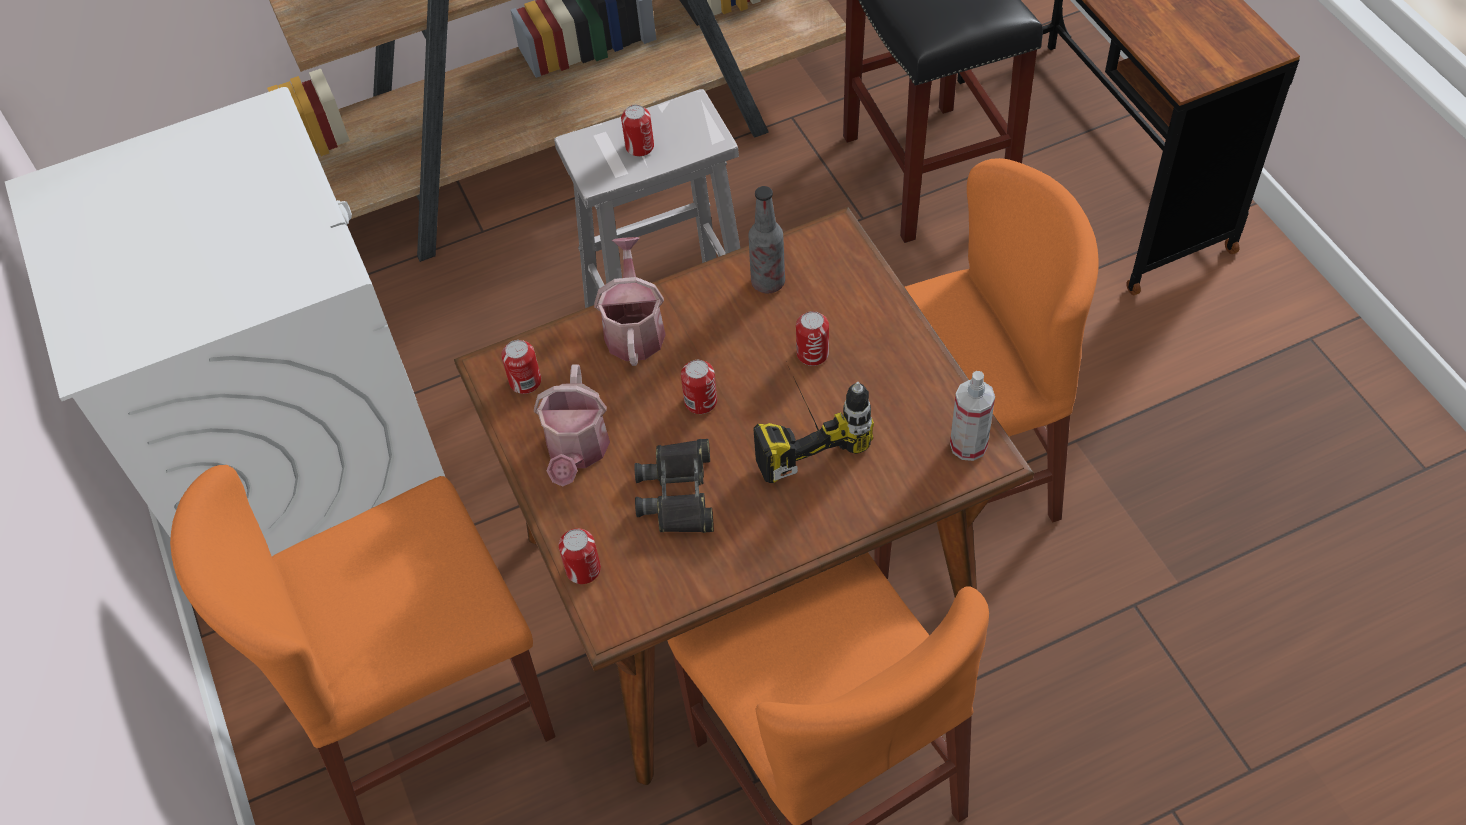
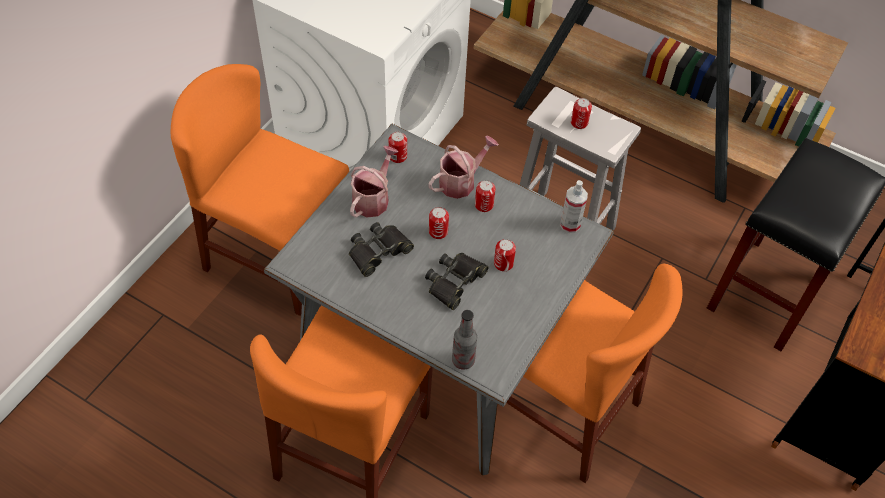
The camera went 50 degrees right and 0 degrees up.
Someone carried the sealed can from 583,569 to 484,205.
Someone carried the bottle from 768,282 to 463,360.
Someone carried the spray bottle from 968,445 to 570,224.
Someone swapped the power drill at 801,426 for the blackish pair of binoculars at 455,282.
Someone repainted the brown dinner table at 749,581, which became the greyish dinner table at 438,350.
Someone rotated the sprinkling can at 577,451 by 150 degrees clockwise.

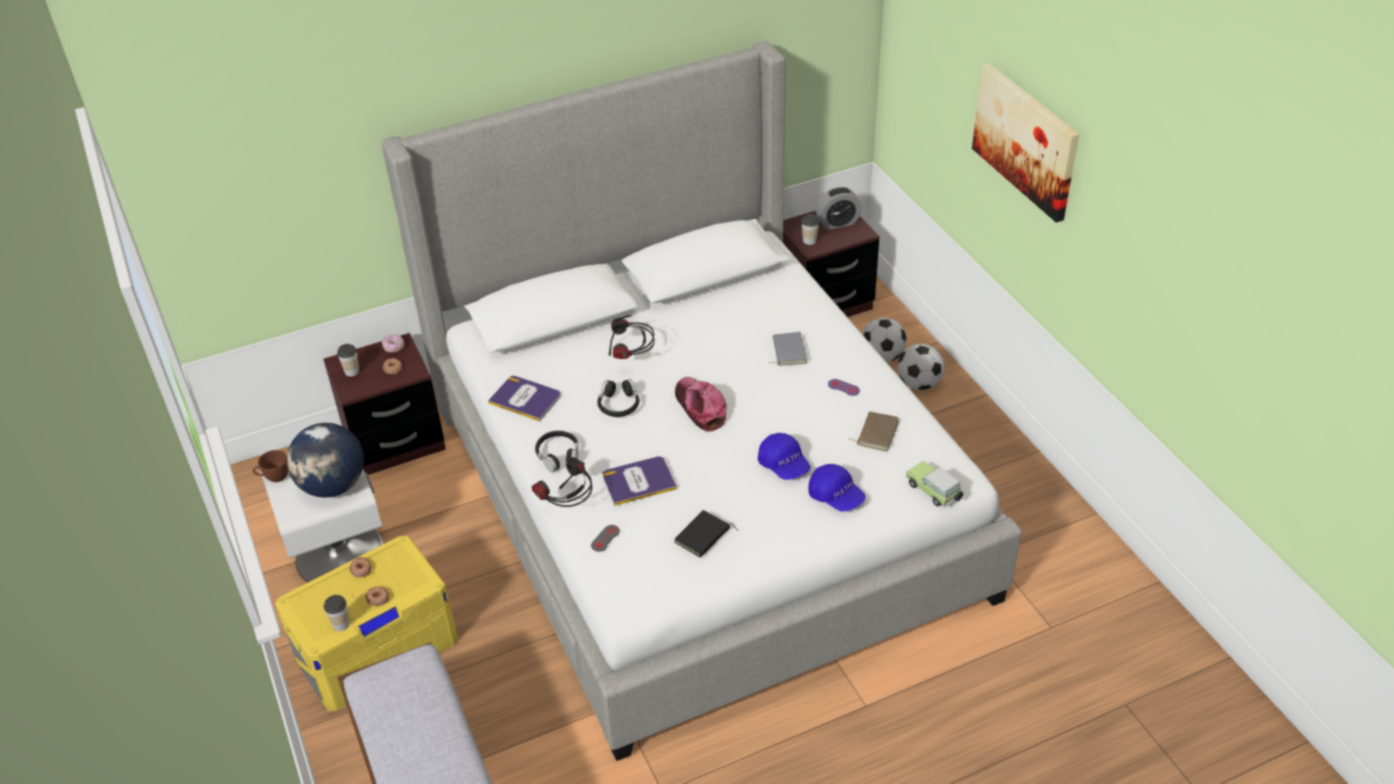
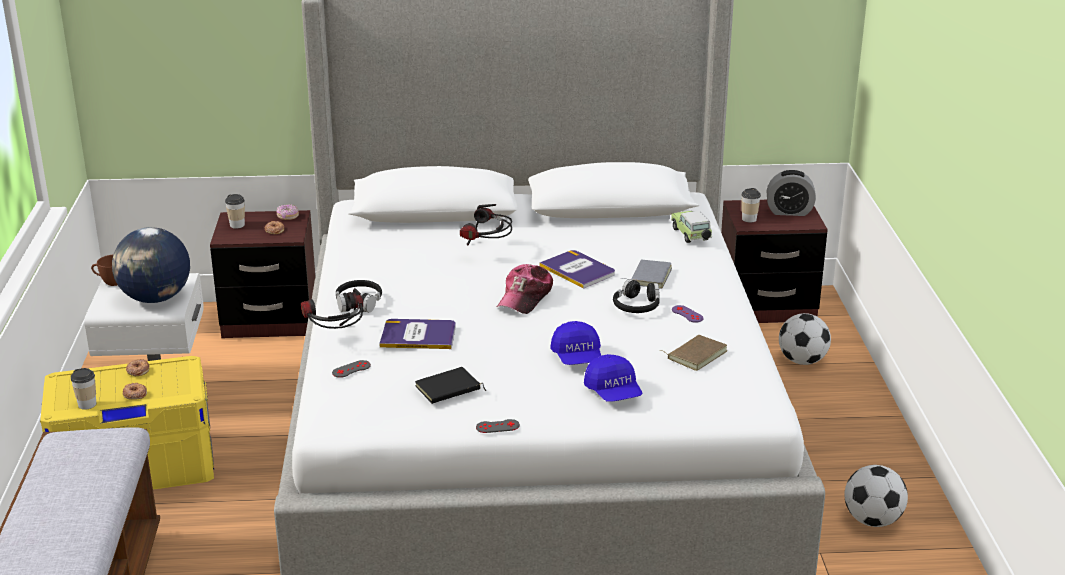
The camera went 20 degrees right and 15 degrees down.
Someone took away the wall picture at 1026,140.
Someone put down the greyish game controller at 497,426.
Someone carried the bound book from 525,399 to 578,270.
Someone carried the blackish headset from 619,404 to 636,306.
Someone carried the ball for football from 919,384 to 872,520.
Someone carried the model car from 934,492 to 691,235.
Someone rotated the cap at 700,407 by 150 degrees counterclockwise.

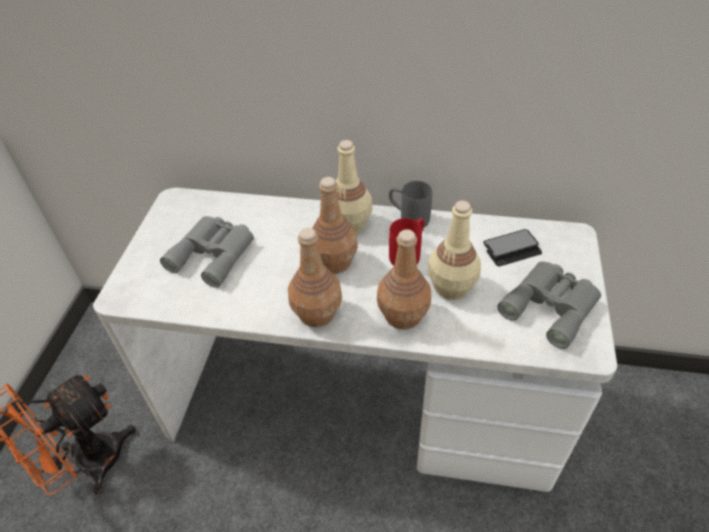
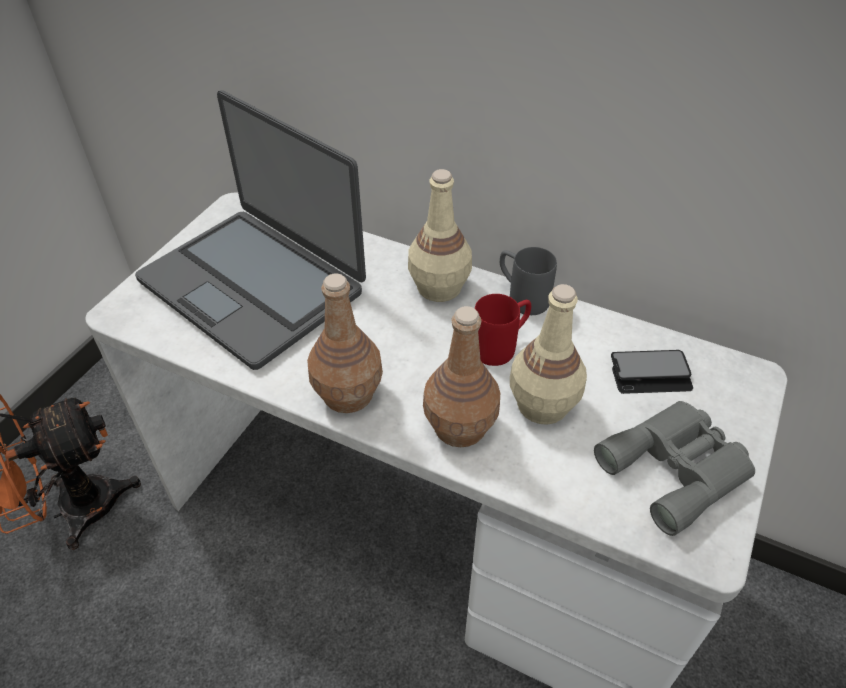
The camera went 15 degrees right and 0 degrees up.
Someone took away the brown bottle at 334,261.
Someone swapped the greyish pair of binoculars at 214,253 for the laptop at 253,285.

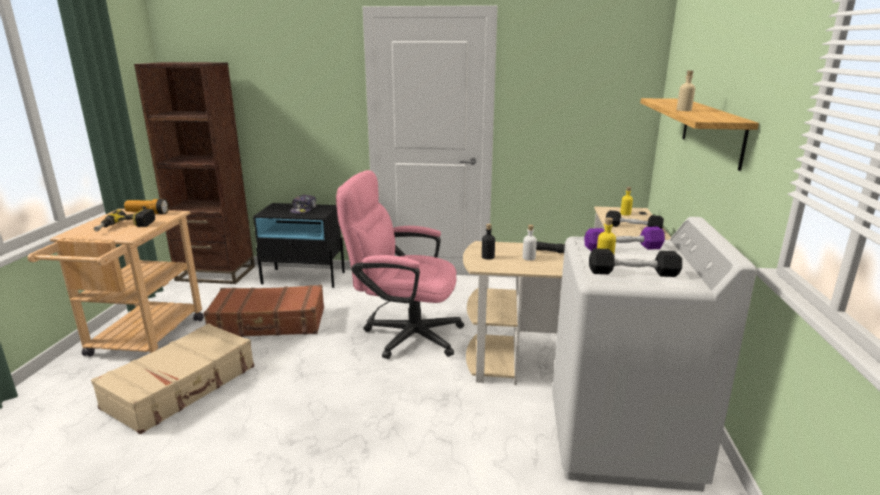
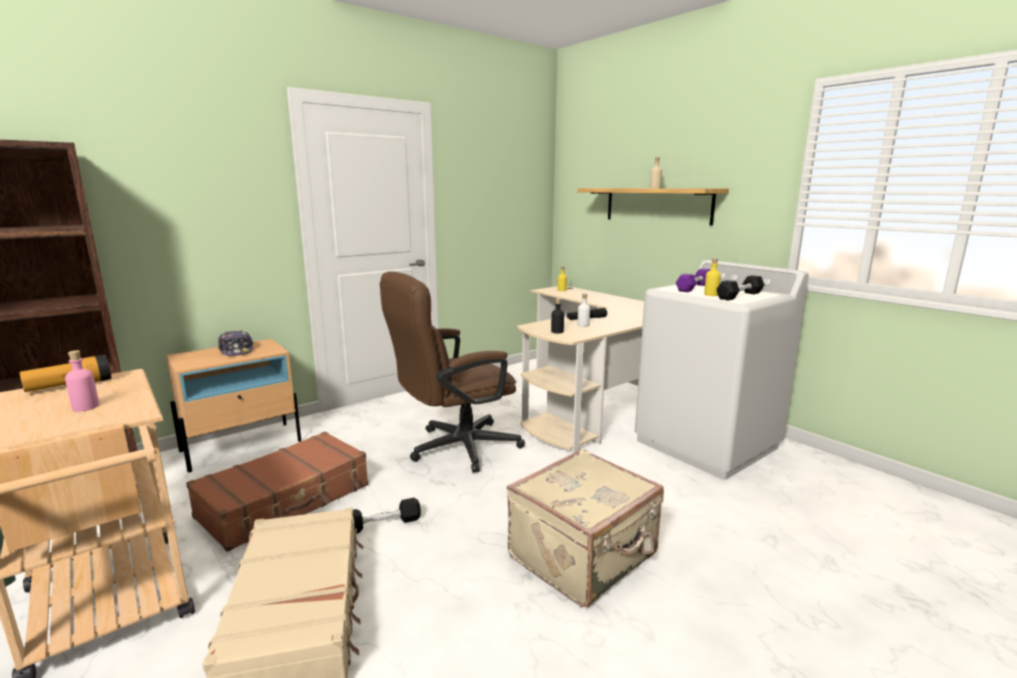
The camera went 45 degrees left and 5 degrees down.
Someone put down the beige piece of luggage at 584,557.
Someone carried the blackish free weight from 633,227 to 382,524.
Someone swapped the power drill at 126,227 for the pinkish bottle at 86,407.
Someone repainted the blackish bedside table at 304,278, which became the beige bedside table at 242,446.
Someone repainted the pinkish computer chair at 404,334, which became the brown computer chair at 454,449.

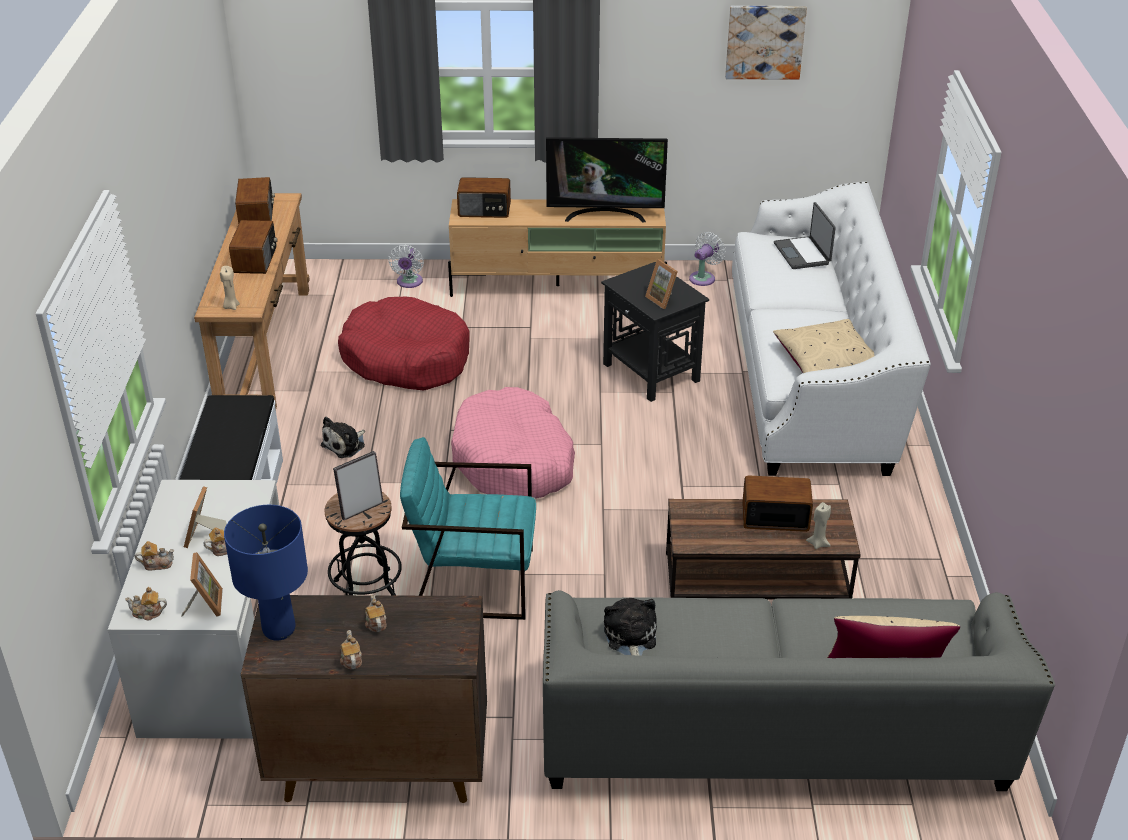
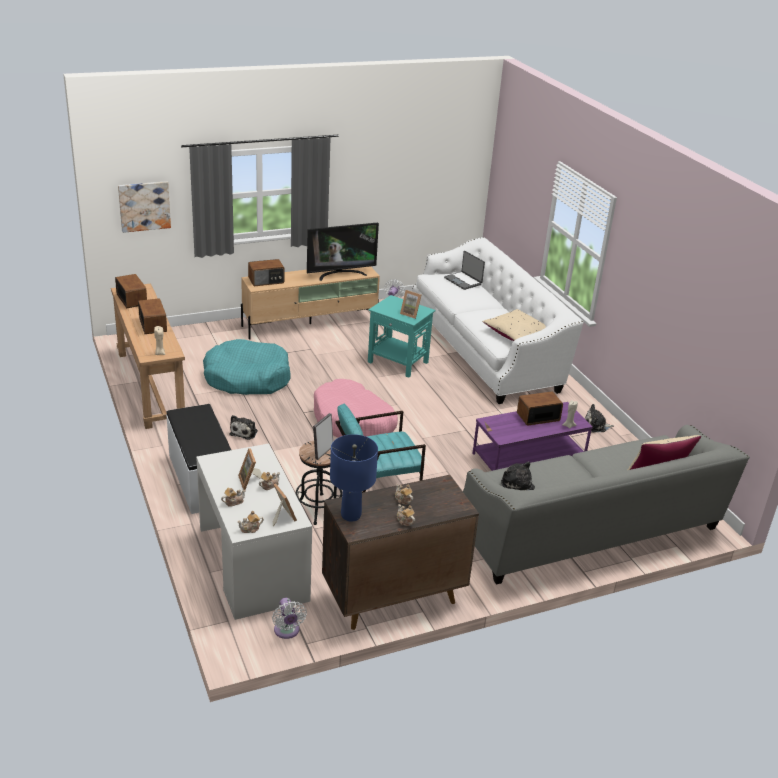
The camera went 25 degrees left and 5 degrees down.
Someone put down the soft toy at 596,426.
Someone carried the white-coloured electric fan from 409,283 to 287,631.
Someone carried the wall picture from 765,41 to 144,206.
Someone repainted the red pet bed at 406,359, which became the blue-green pet bed at 247,378.
Someone repainted the blackish accent table at 651,373, which became the blue-green accent table at 398,362.
Someone repainted the brown coffee table at 755,580, which became the purple coffee table at 528,457.

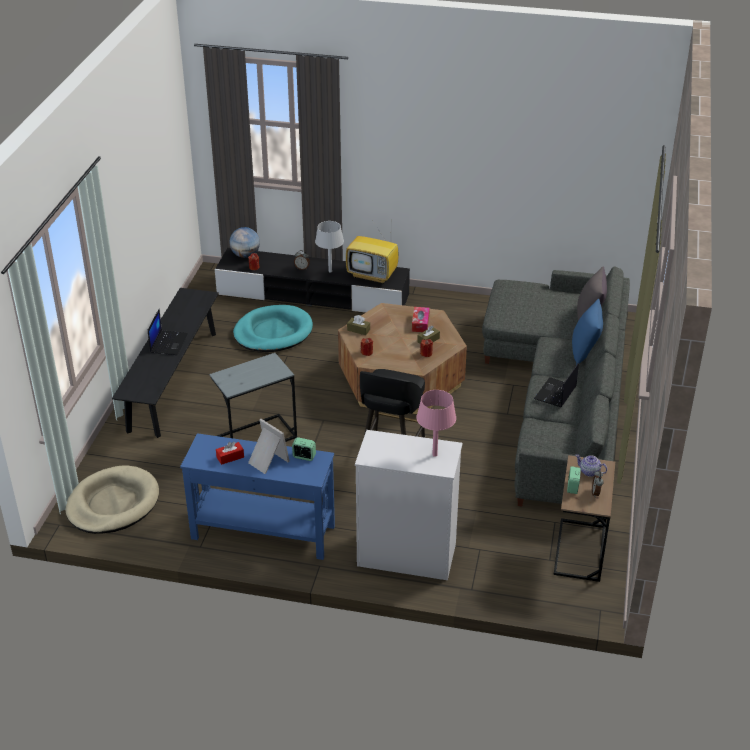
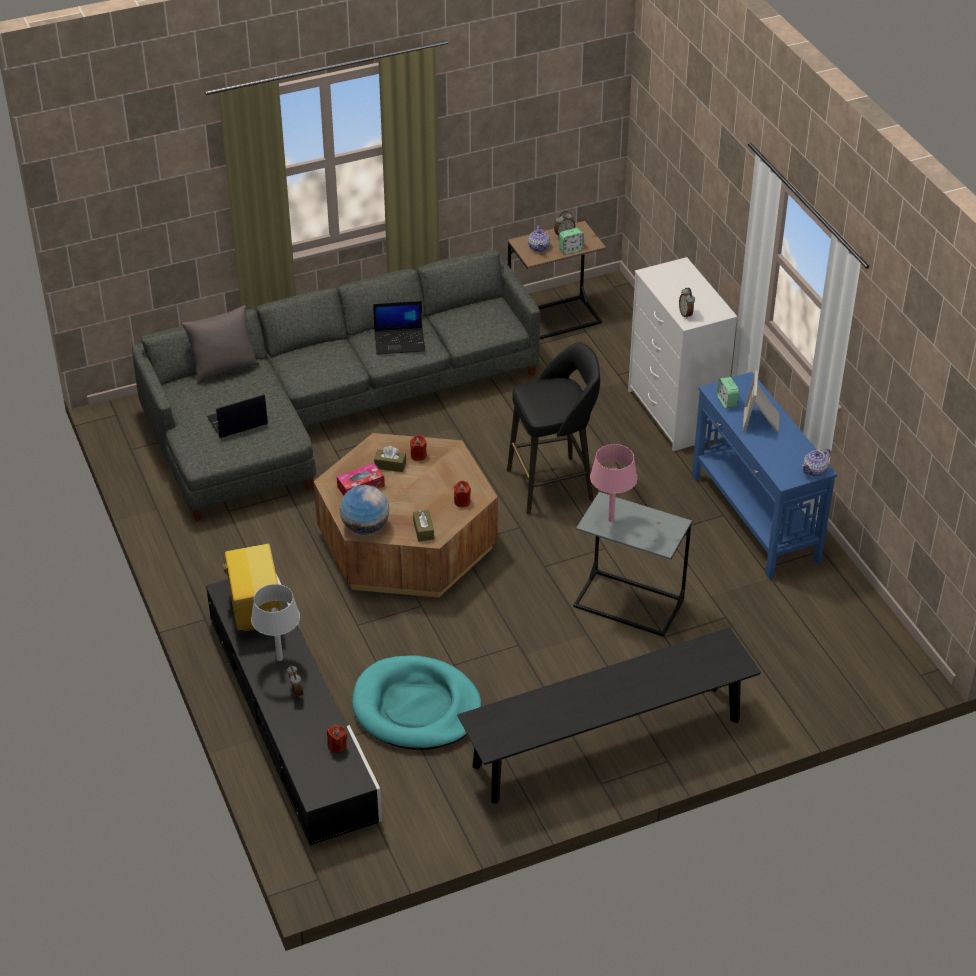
The camera went 125 degrees left and 5 degrees up.
Someone took away the beige pet bed at 113,503.
Someone took away the red box of tissues at 230,457.
Someone took away the bluish throw pillow at 584,351.
Someone put down the table clock at 686,314.
Someone put down the pot for tea at 815,471.
Someone carried the laptop from 168,343 to 237,421.
Someone carried the world globe from 245,255 to 365,527.
Someone carried the pinkish lamp for a table from 434,455 to 611,519.

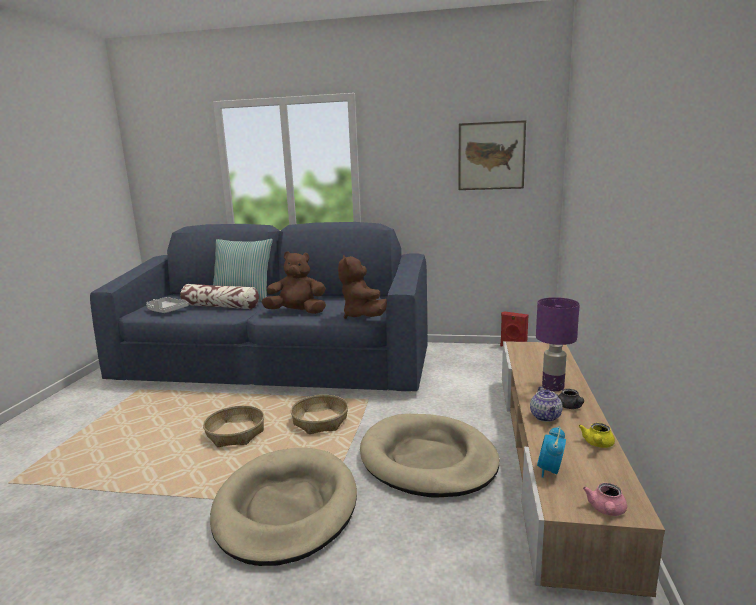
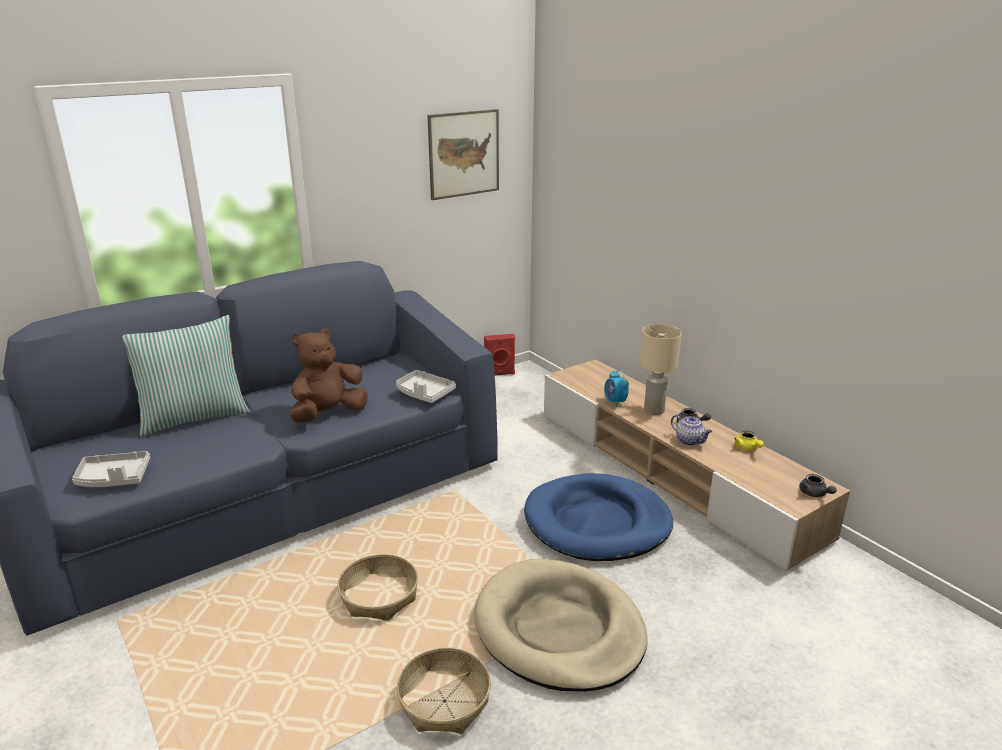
The camera went 45 degrees left and 10 degrees up.
Someone took away the throw pillow at 220,306.
Someone carried the storage basket from 320,421 to 445,701.
Someone carried the table clock from 550,471 to 615,402.
Someone swapped the brown soft toy at 362,316 for the greyish serving tray at 424,393.
Someone repainted the beige pet bed at 428,459, which became the bluish pet bed at 597,522.
Someone repainted the purple lamp for a table at 552,387, which became the beige lamp for a table at 653,410.
Someone repainted the pinkish pot for tea at 606,510, which became the greyish pot for tea at 814,494.

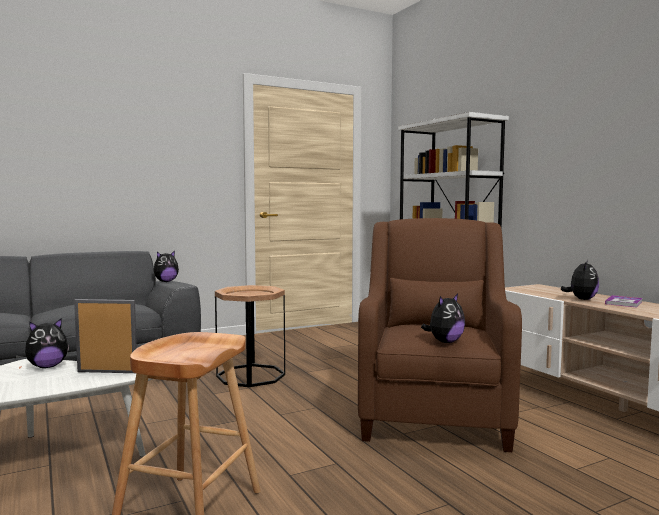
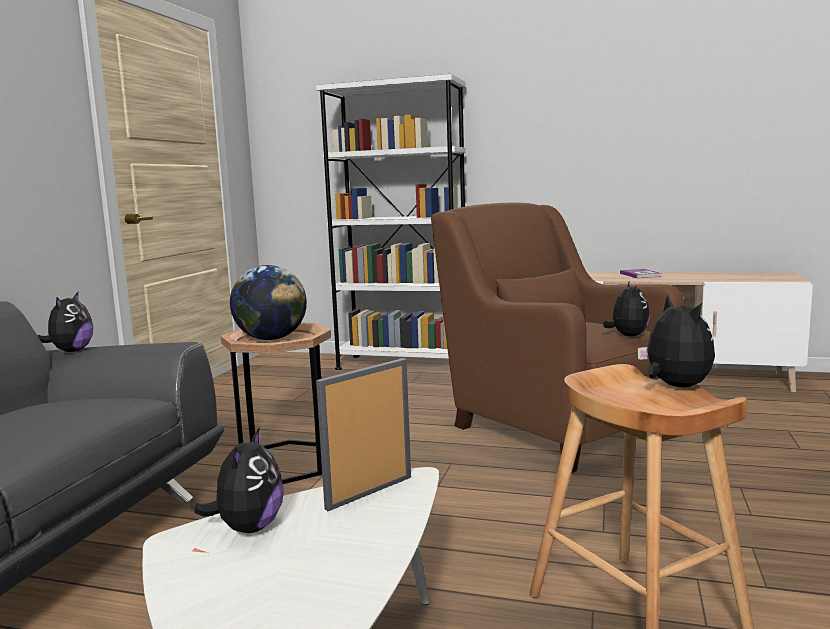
The camera went 45 degrees left and 5 degrees up.
Someone put down the world globe at 271,339.
Someone carried the soft toy from 581,299 to 674,386.

